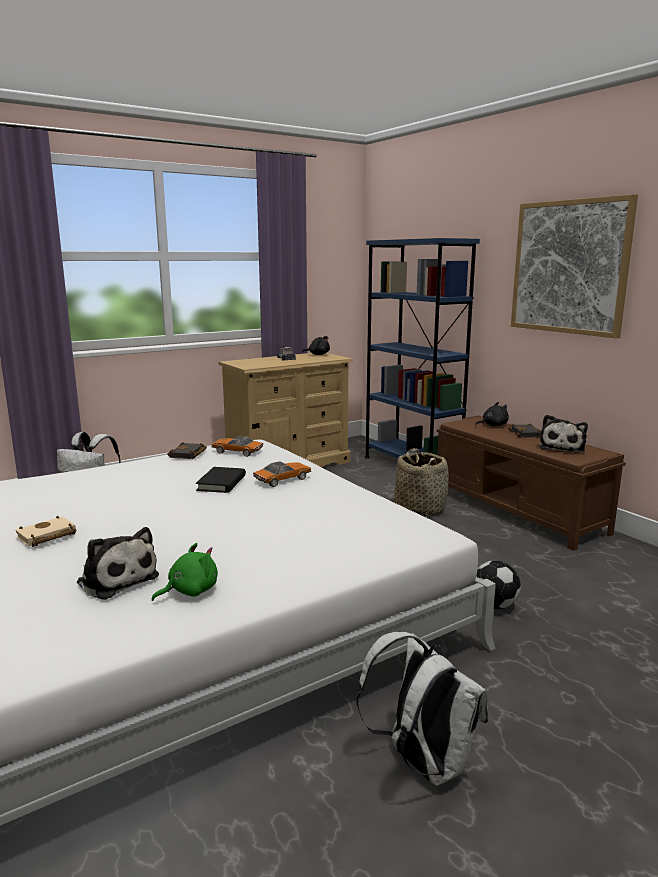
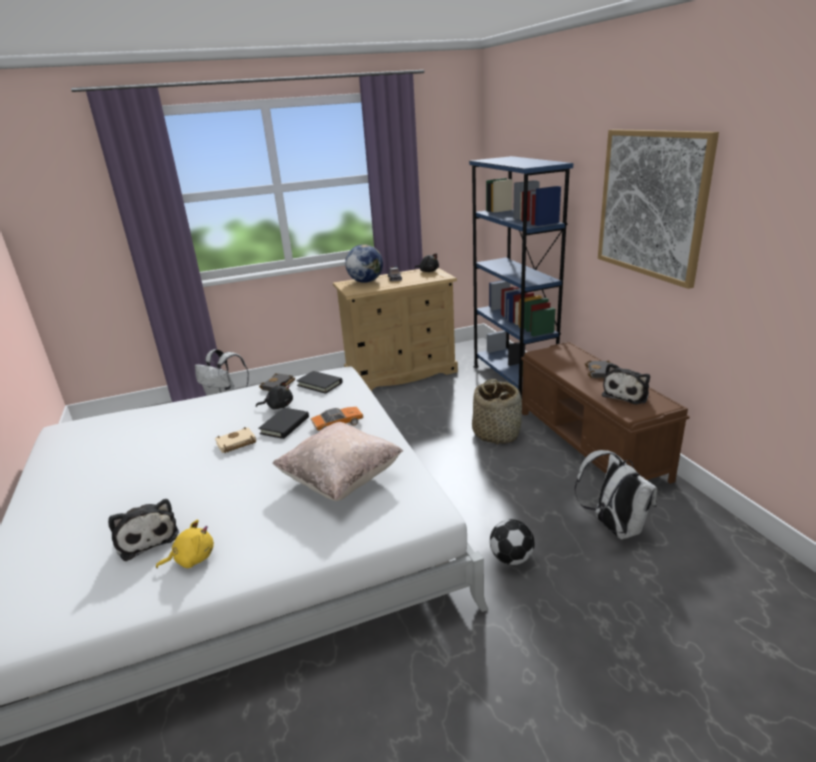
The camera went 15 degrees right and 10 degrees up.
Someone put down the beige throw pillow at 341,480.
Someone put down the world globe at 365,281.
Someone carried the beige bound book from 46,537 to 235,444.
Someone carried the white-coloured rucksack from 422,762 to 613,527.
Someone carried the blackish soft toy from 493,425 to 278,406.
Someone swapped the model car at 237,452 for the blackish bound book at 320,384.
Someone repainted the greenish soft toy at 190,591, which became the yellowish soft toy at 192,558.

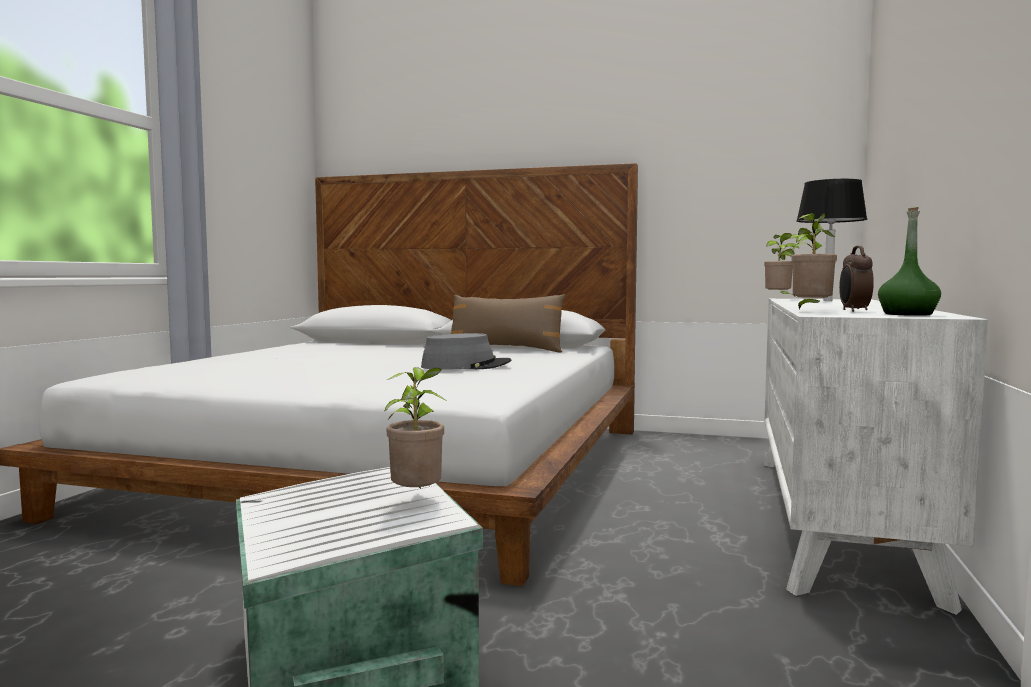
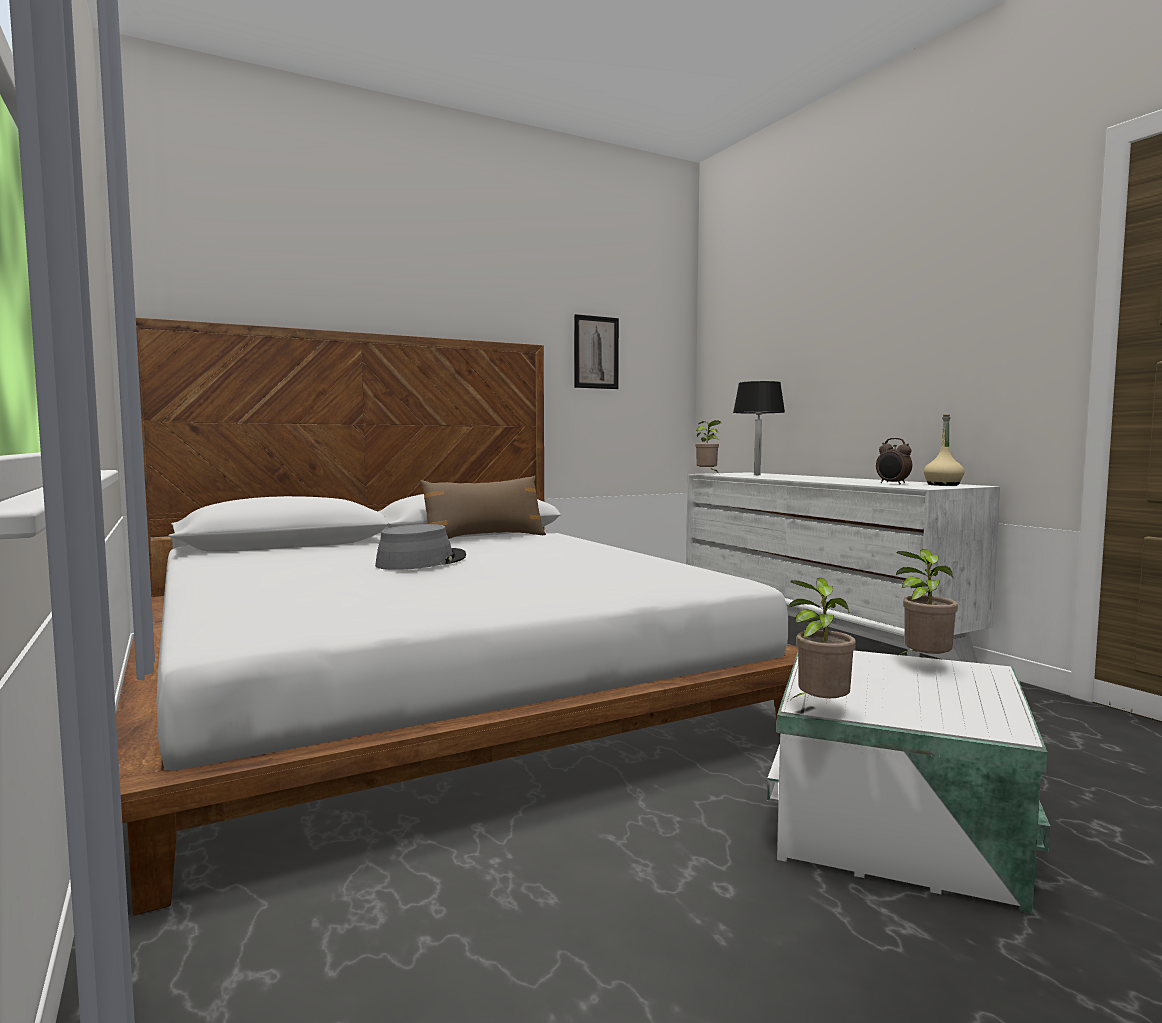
The camera went 45 degrees left and 0 degrees up.
Someone put up the wall picture at 596,352.
Someone carried the greyish wearable hat from 466,366 to 421,561.
Someone carried the houseplant from 810,311 to 819,709.
Someone repainted the greenish bottle at 907,314, which became the beige bottle at 943,485.

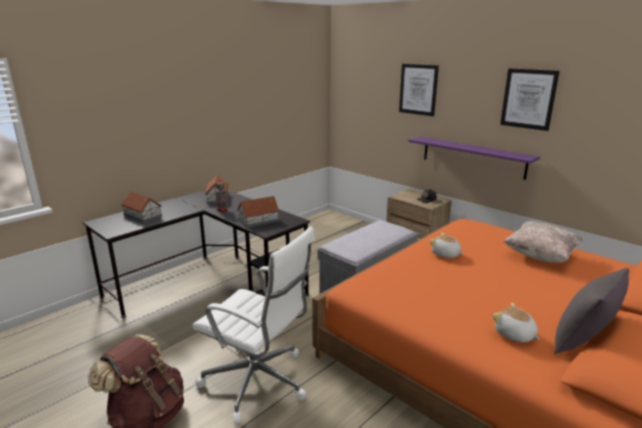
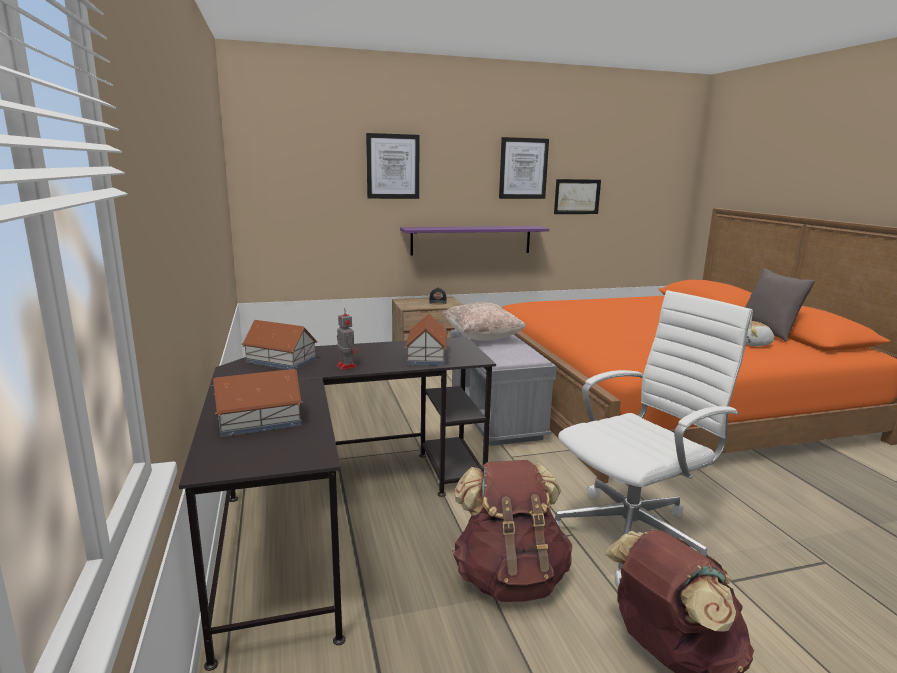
The camera went 60 degrees left and 5 degrees down.
Someone took away the soft toy at 445,254.
Someone put down the brown rucksack at 509,578.
Someone put up the wall picture at 577,196.
Someone carried the beige throw pillow from 540,255 to 482,338.

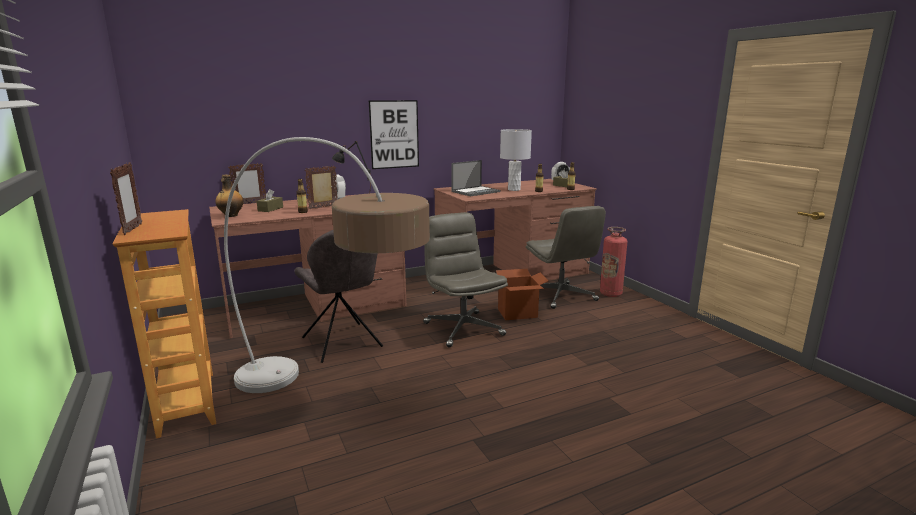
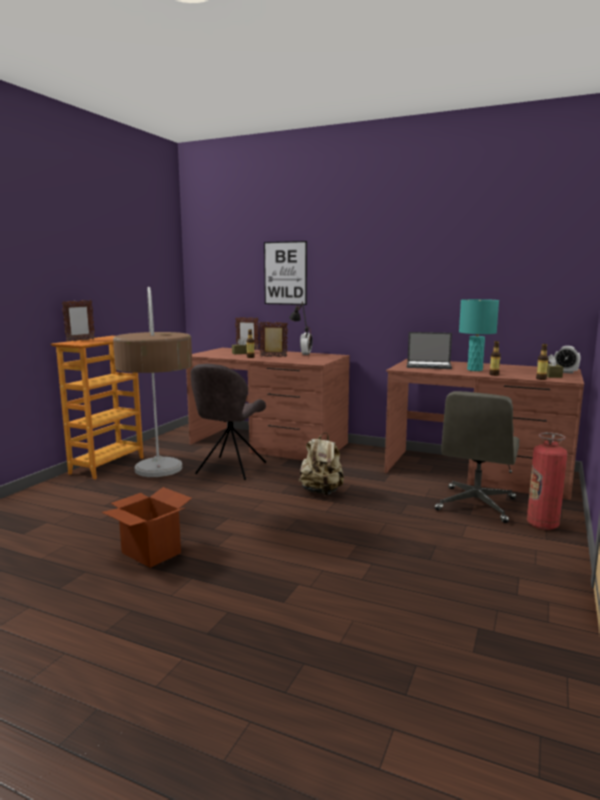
The camera went 50 degrees right and 5 degrees down.
Someone took away the bottle at 231,215.
Someone carried the wall picture from 394,134 to 285,273.
Someone carried the carton from 517,313 to 150,553.
Someone swapped the greyish computer chair at 463,329 for the beige rucksack at 321,492.
Someone repainted the greyish lamp for a table at 514,189, which became the blue-green lamp for a table at 475,370.

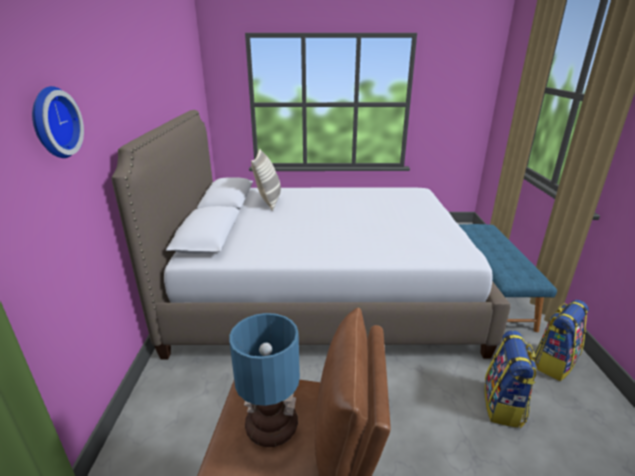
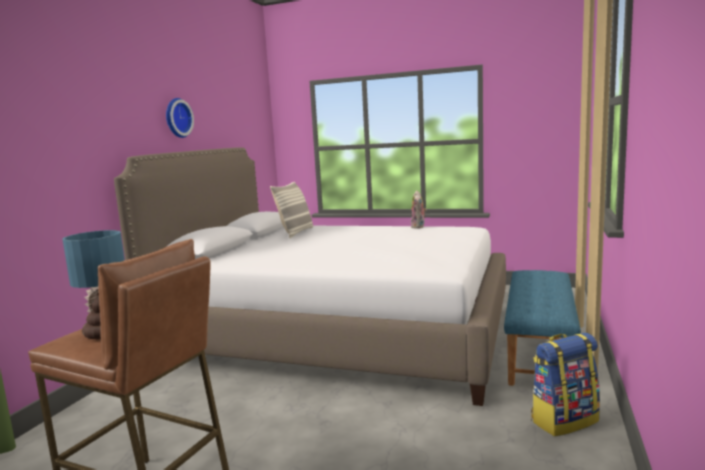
The camera went 20 degrees right and 15 degrees down.
Someone took away the rucksack at 503,405.
Someone put down the soft toy at 419,227.
Someone carried the clock on the wall from 52,123 to 176,118.

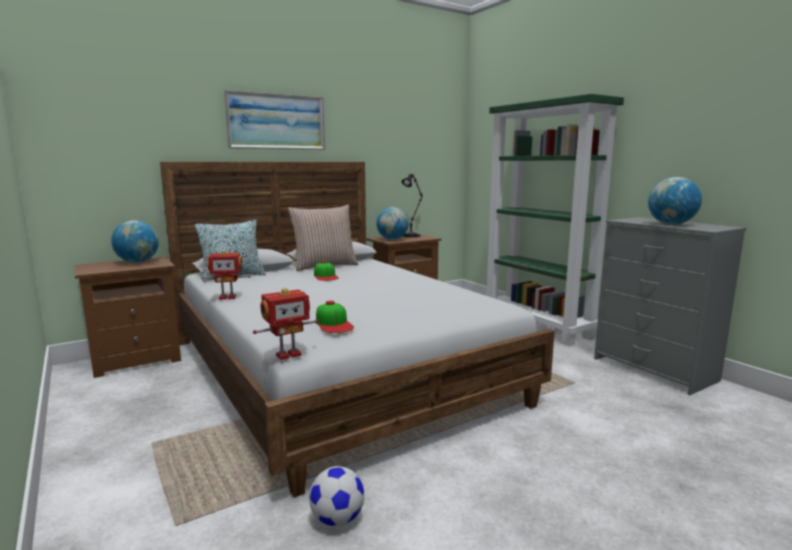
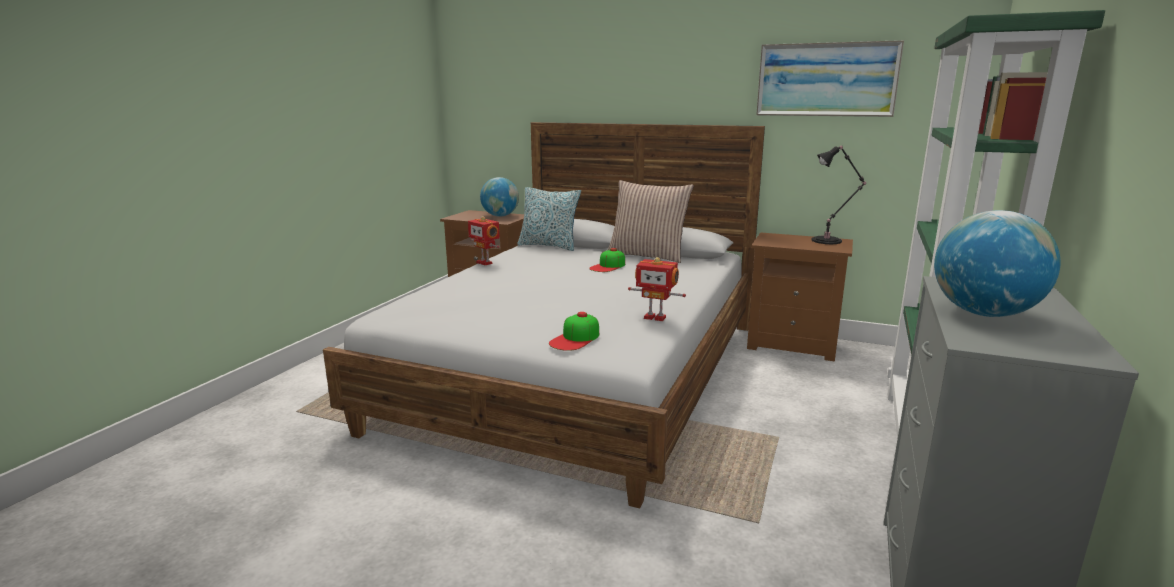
The camera went 55 degrees right and 5 degrees up.
Someone took away the ball for football at 337,519.
Someone took away the world globe at 392,239.
Someone carried the wall picture from 276,121 to 826,79.
Someone carried the toy robot from 288,355 to 655,317.
Someone carried the cap from 334,324 to 575,338.

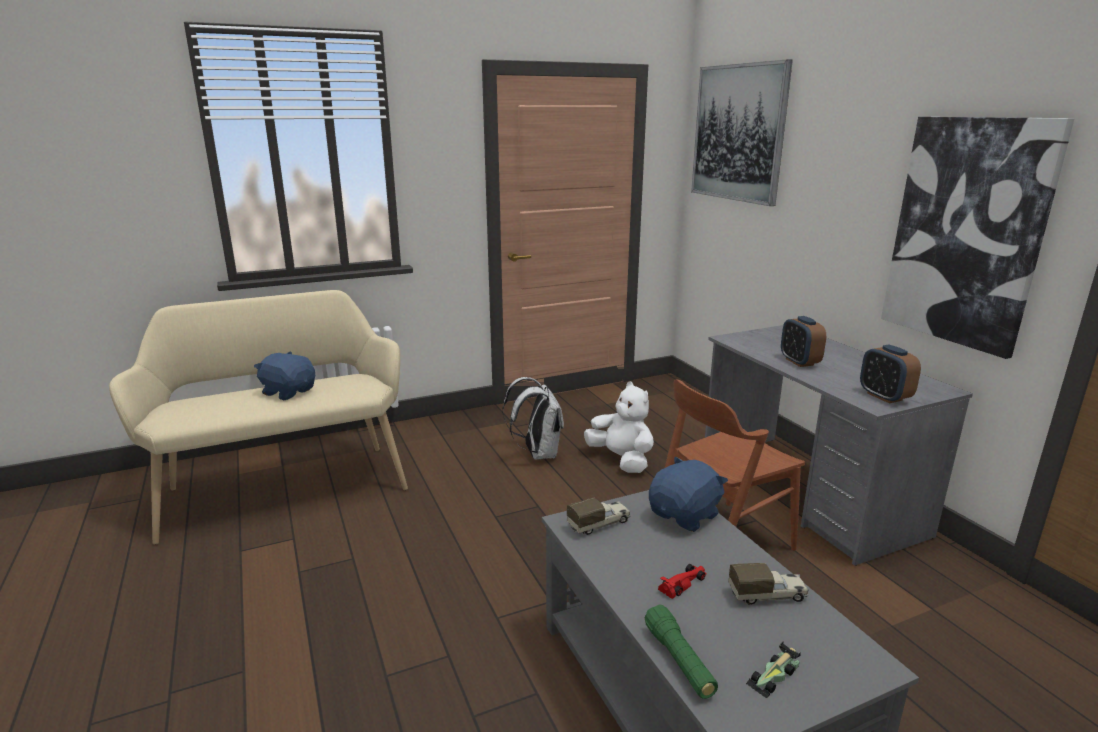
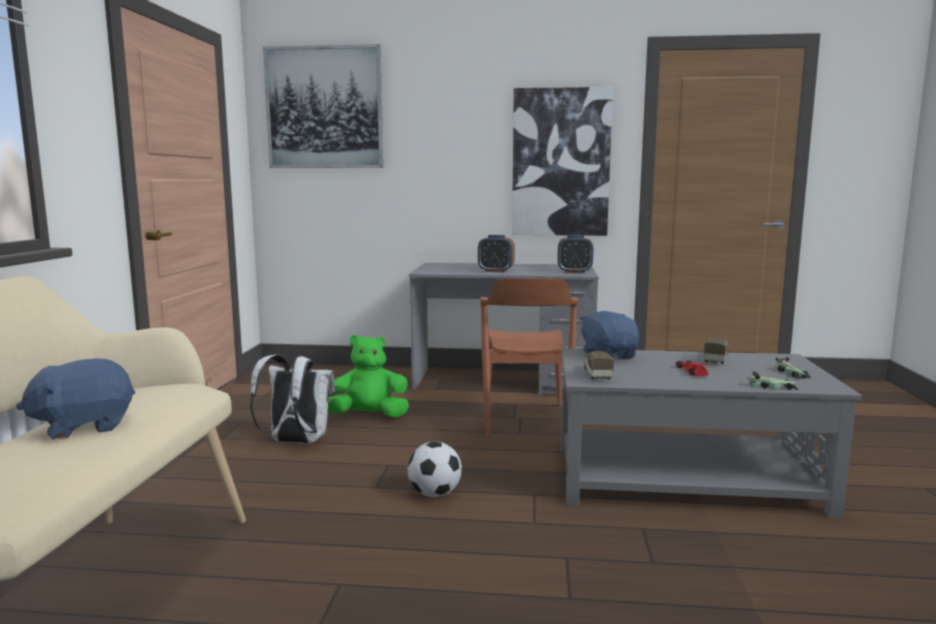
The camera went 60 degrees left and 10 degrees down.
Someone put down the ball for football at 434,494.
Someone swapped the greenish torch at 679,661 for the model car at 771,386.
Someone repainted the white-coloured soft toy at 621,460, which became the greenish soft toy at 369,416.

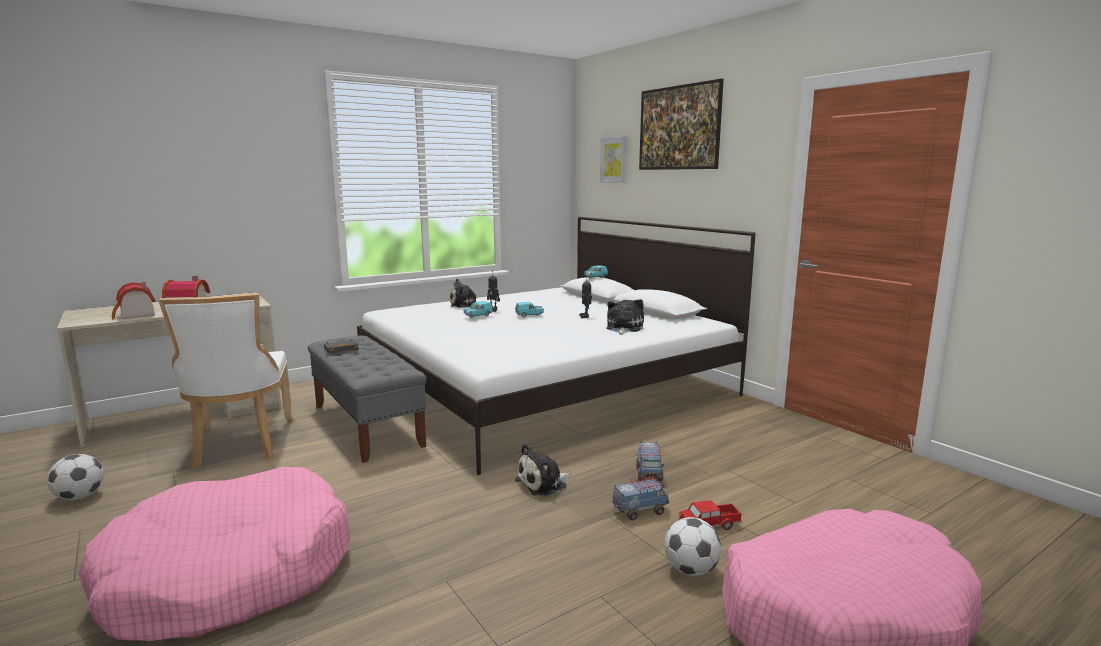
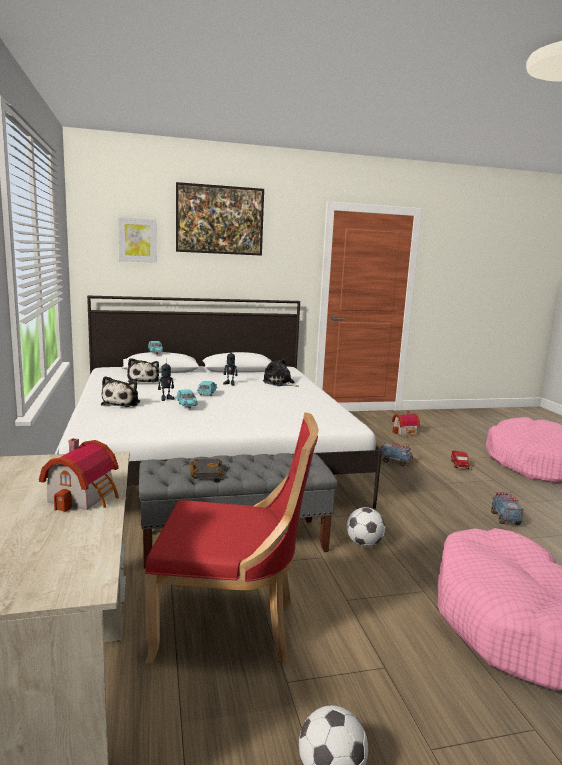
The camera went 70 degrees left and 0 degrees up.
Someone carried the toy house from 135,315 to 406,433.
Someone carried the soft toy from 544,483 to 143,380.
Someone carried the toy truck from 640,511 to 505,518.
Someone carried the ball for football from 691,570 to 364,543.
Someone repainted the white-coloured chair at 241,445, which became the red chair at 231,626.

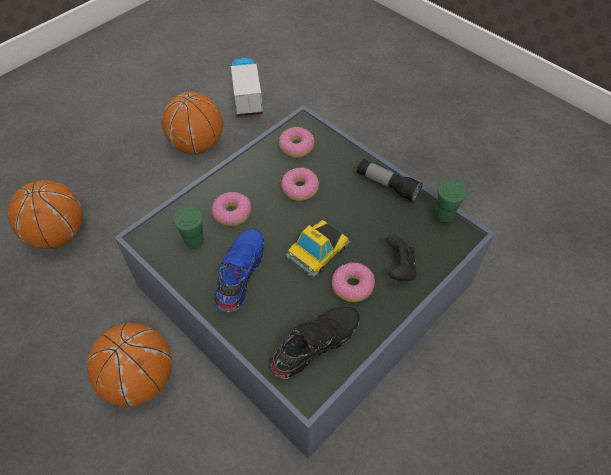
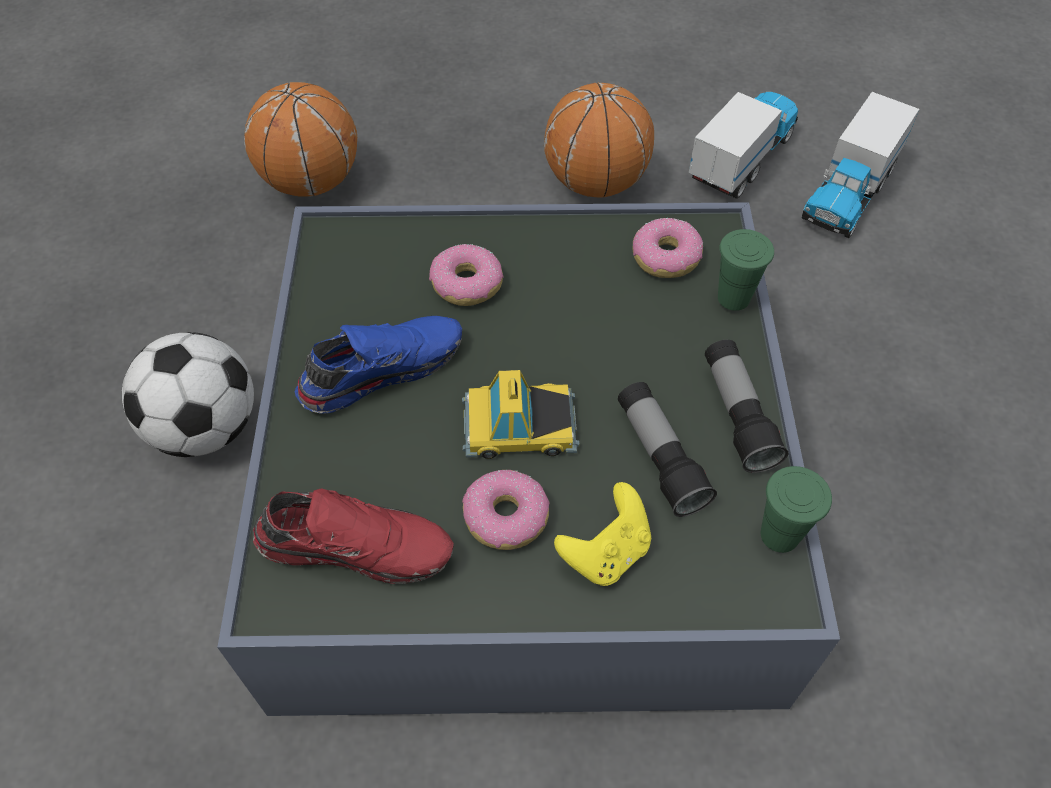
The camera went 45 degrees right and 0 degrees up.
Someone took away the donut at 300,188.
Someone put down the torch at 660,457.
Someone put down the toy truck at 848,194.
Someone carried the greenish small cup from 194,241 to 733,298.
Someone swapped the basketball ball at 140,379 for the ball for football at 205,428.
Someone repainted the blackish shoe at 313,343, which became the red shoe at 357,544.
Someone repainted the blackish game controller at 399,268, which became the yellowish game controller at 606,552.

